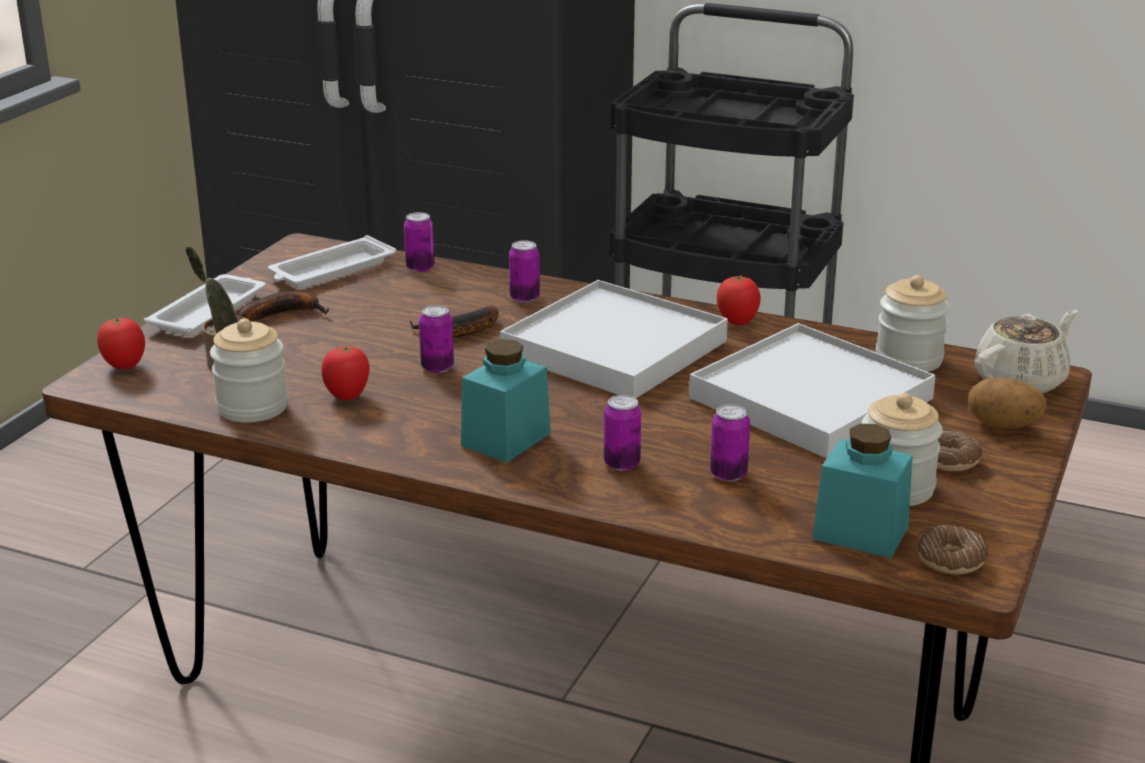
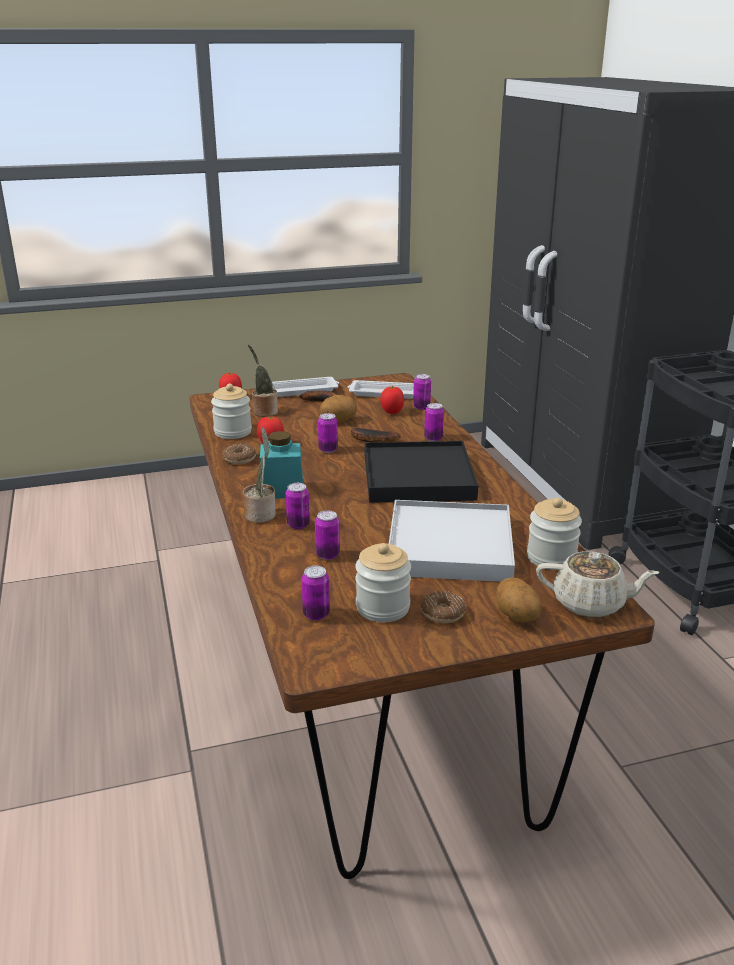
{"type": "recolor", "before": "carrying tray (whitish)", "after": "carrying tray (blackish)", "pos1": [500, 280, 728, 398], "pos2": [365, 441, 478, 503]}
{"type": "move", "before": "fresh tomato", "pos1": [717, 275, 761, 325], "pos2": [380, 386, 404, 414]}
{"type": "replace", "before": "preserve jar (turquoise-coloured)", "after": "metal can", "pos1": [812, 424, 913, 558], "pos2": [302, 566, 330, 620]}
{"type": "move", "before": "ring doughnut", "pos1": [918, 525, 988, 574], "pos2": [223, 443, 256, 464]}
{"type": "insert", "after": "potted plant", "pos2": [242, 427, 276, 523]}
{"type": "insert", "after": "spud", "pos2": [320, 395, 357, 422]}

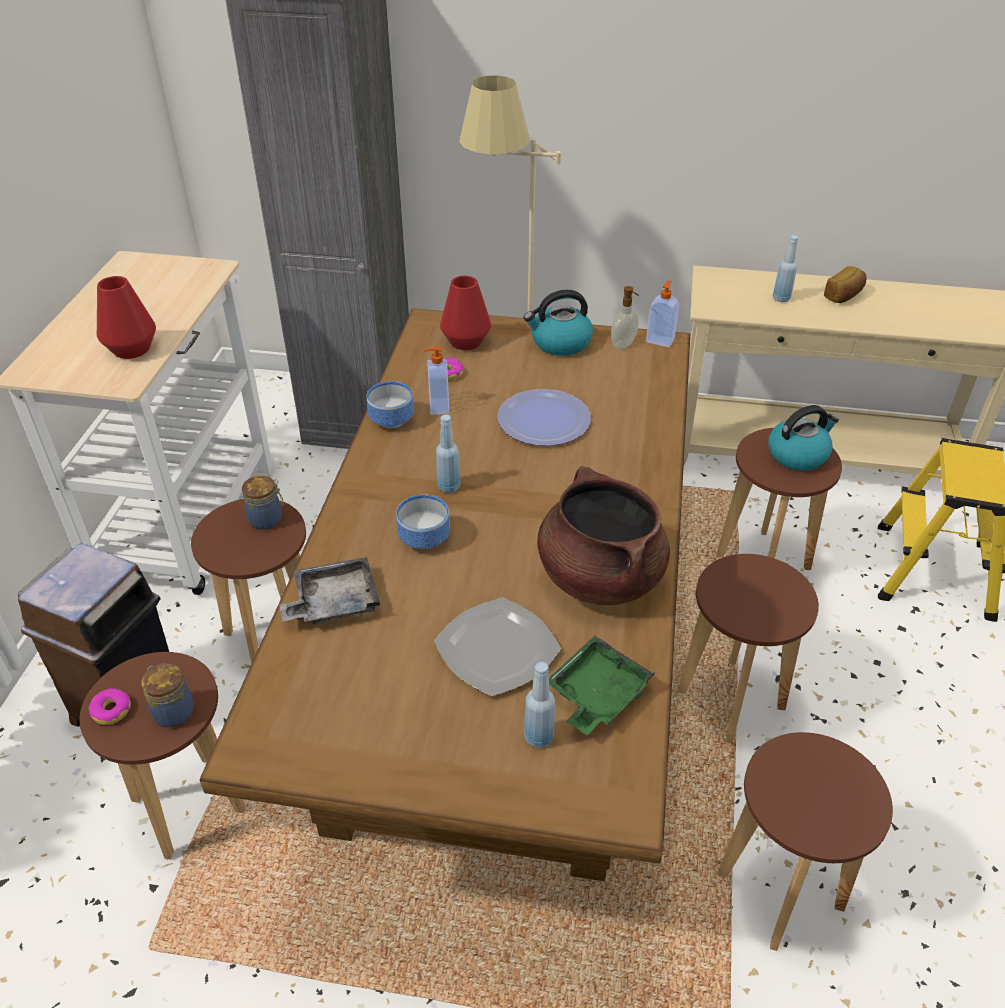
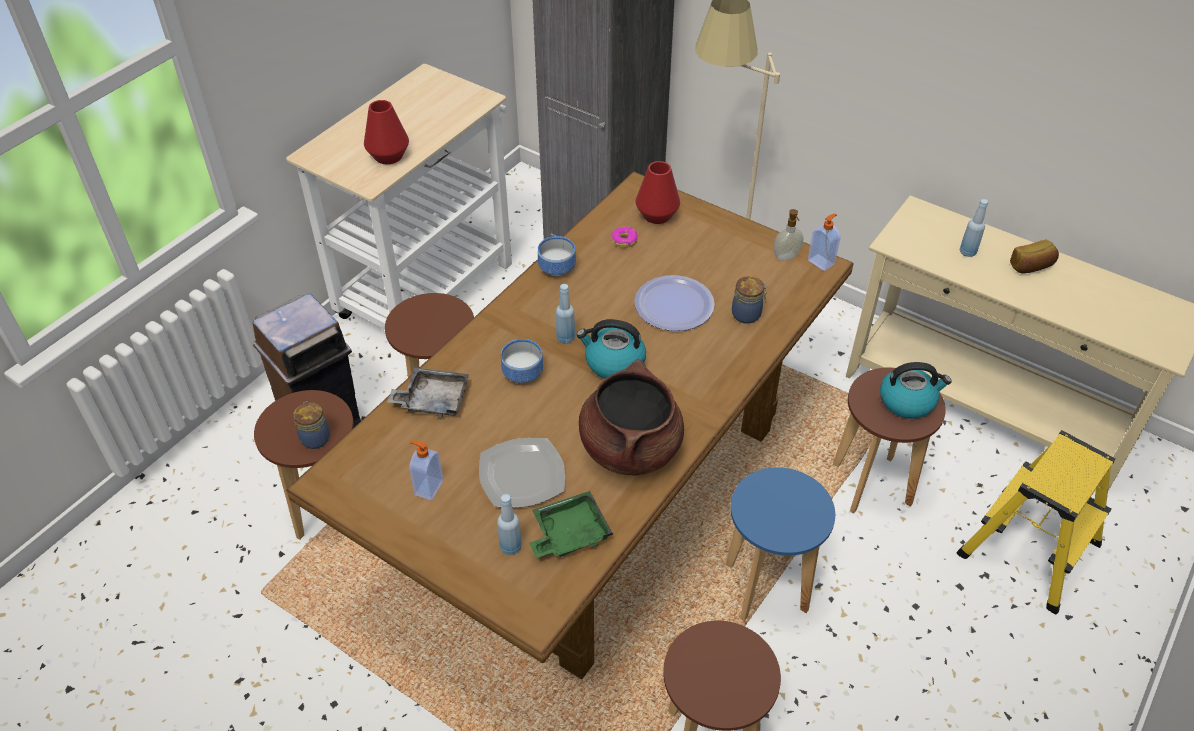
{"type": "delete", "before": "ring doughnut", "pos1": [89, 688, 131, 725]}
{"type": "move", "before": "preserve jar", "pos1": [242, 475, 283, 530], "pos2": [732, 276, 768, 324]}
{"type": "move", "before": "liquid soap bottle", "pos1": [424, 347, 449, 415], "pos2": [409, 441, 444, 501]}
{"type": "move", "before": "tea kettle", "pos1": [524, 290, 593, 356], "pos2": [576, 319, 646, 379]}
{"type": "recolor", "before": "stool seat (brown)", "after": "stool seat (bluish)", "pos1": [678, 554, 819, 744], "pos2": [725, 467, 835, 621]}

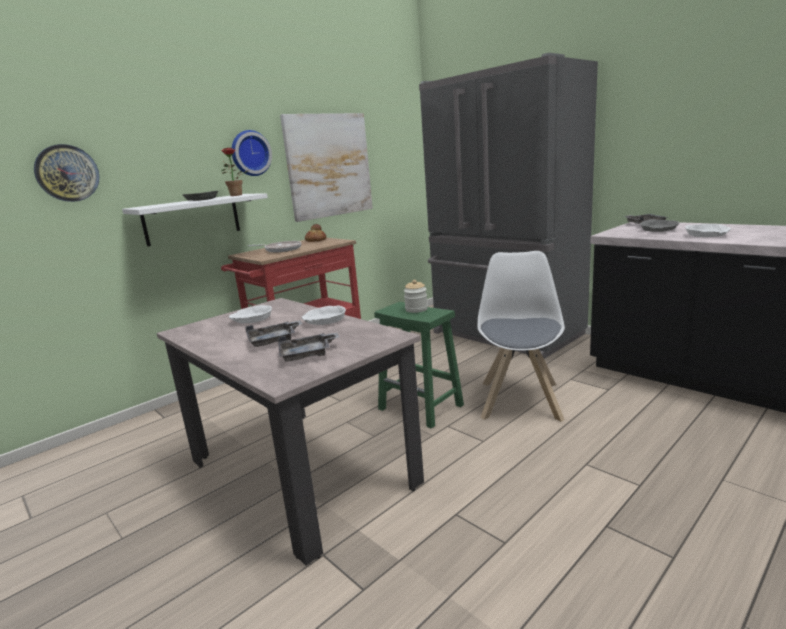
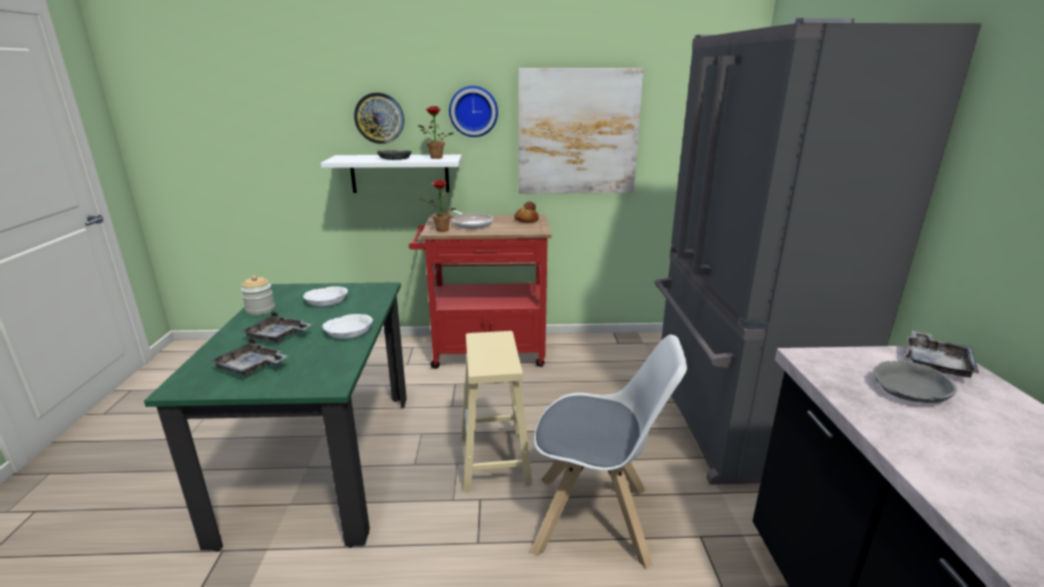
{"type": "move", "before": "hanging clock", "pos1": [34, 144, 100, 202], "pos2": [354, 93, 404, 144]}
{"type": "recolor", "before": "kitchen table (beige-coloured)", "after": "kitchen table (green-coloured)", "pos1": [157, 298, 424, 566], "pos2": [144, 282, 407, 552]}
{"type": "recolor", "before": "stool seat (green-coloured)", "after": "stool seat (beige-coloured)", "pos1": [374, 302, 464, 429], "pos2": [462, 331, 533, 491]}
{"type": "move", "before": "preserve jar", "pos1": [404, 280, 428, 313], "pos2": [241, 275, 275, 315]}
{"type": "rotate", "before": "plain chair", "pos1": [477, 251, 565, 422], "pos2": [530, 335, 687, 569], "turn": 45}
{"type": "delete", "before": "serving bowl (whitish)", "pos1": [685, 224, 731, 237]}
{"type": "insert", "after": "potted plant", "pos2": [421, 180, 456, 232]}

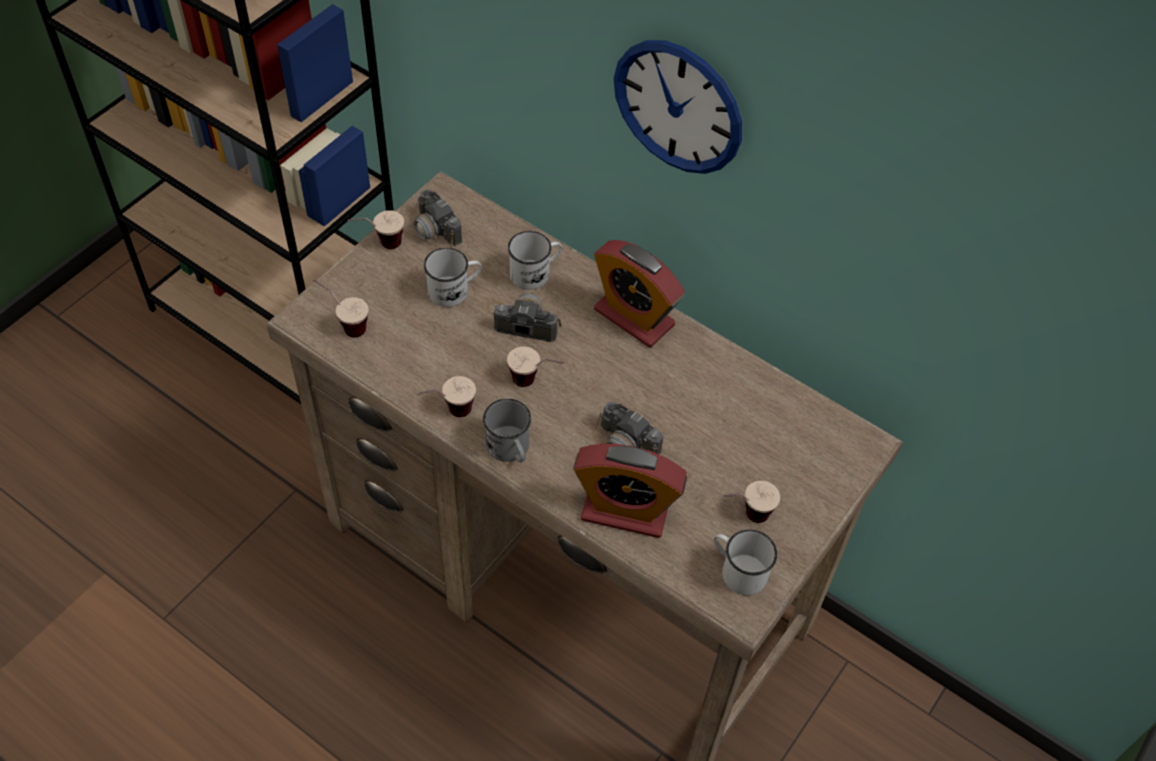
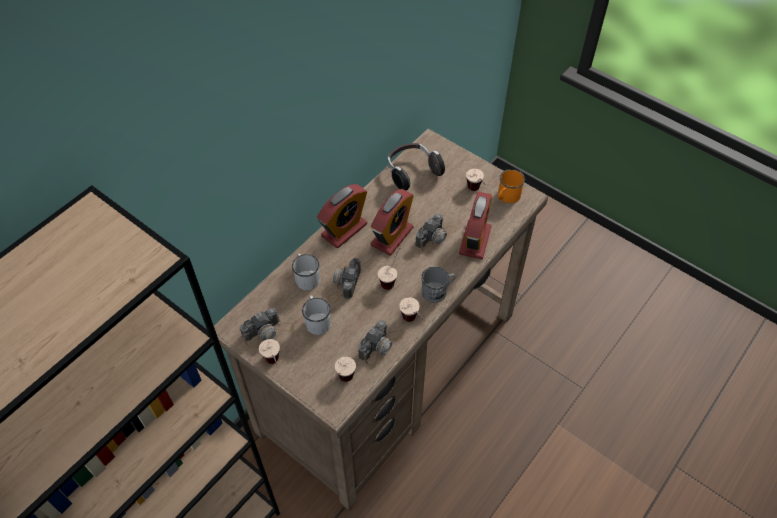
{"type": "delete", "before": "hanging clock", "pos1": [614, 40, 742, 174]}
{"type": "recolor", "before": "tea mug (whitish)", "after": "tea mug (orange)", "pos1": [714, 530, 777, 595], "pos2": [498, 169, 525, 203]}
{"type": "insert", "after": "still camera", "pos2": [358, 320, 404, 366]}
{"type": "insert", "after": "bedside clock", "pos2": [371, 189, 414, 255]}
{"type": "insert", "after": "headset", "pos2": [388, 143, 445, 190]}

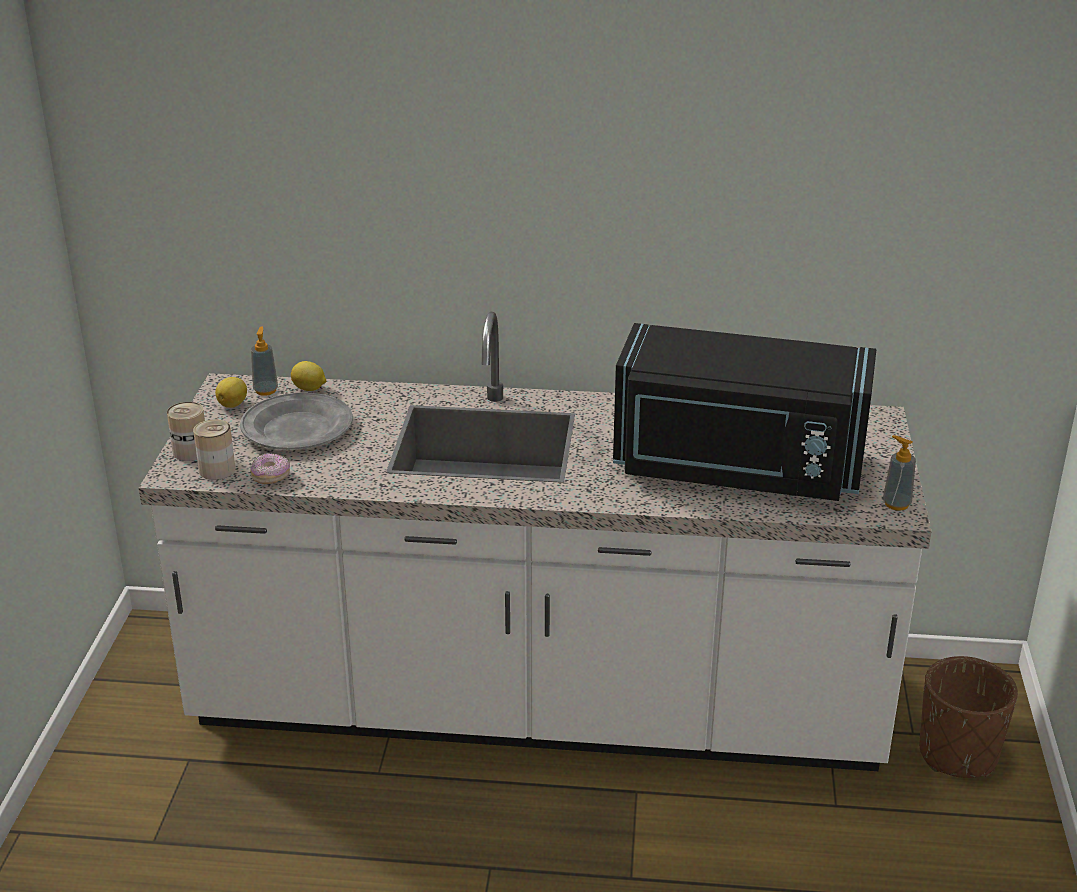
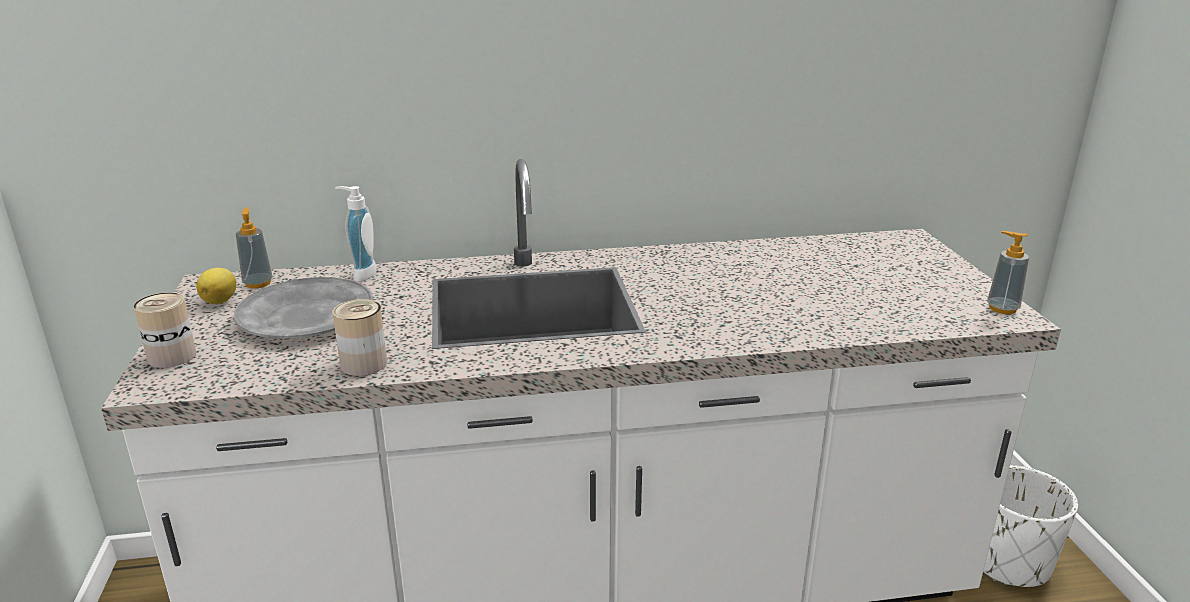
{"type": "move", "before": "metal can", "pos1": [193, 419, 236, 480], "pos2": [333, 299, 387, 376]}
{"type": "delete", "before": "ring doughnut", "pos1": [250, 453, 290, 484]}
{"type": "delete", "before": "lemon", "pos1": [291, 361, 326, 391]}
{"type": "delete", "before": "kitchen microwave (blackish)", "pos1": [613, 323, 876, 501]}
{"type": "recolor", "before": "flower pot (brown)", "after": "flower pot (whitish)", "pos1": [919, 656, 1018, 778], "pos2": [983, 465, 1078, 587]}
{"type": "insert", "after": "liquid soap bottle", "pos2": [335, 186, 376, 282]}

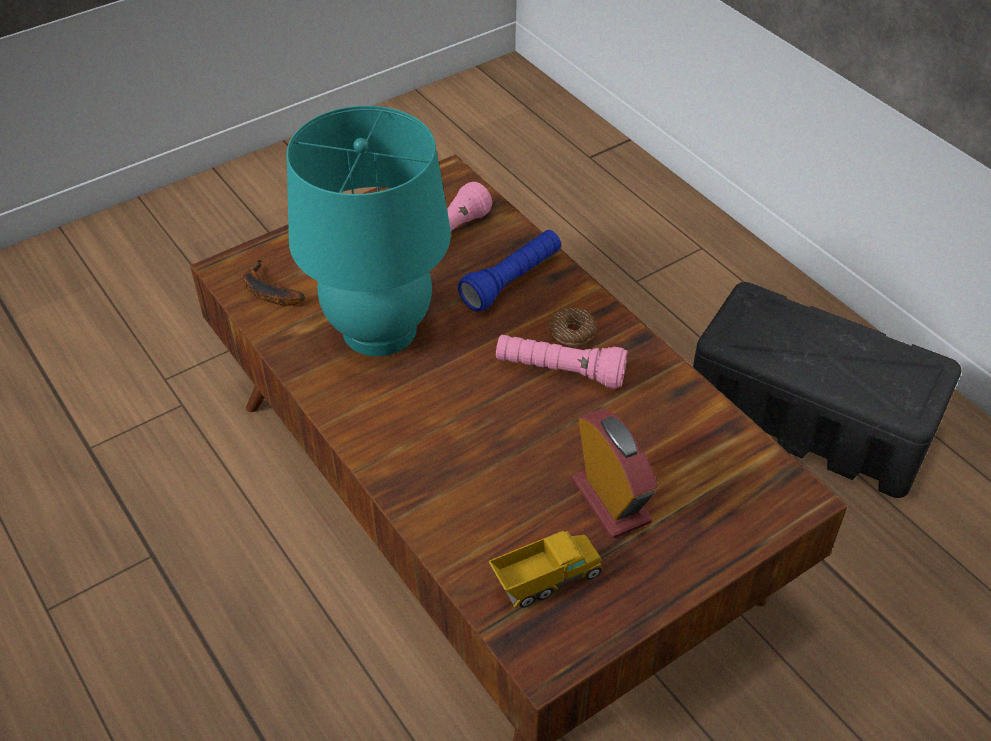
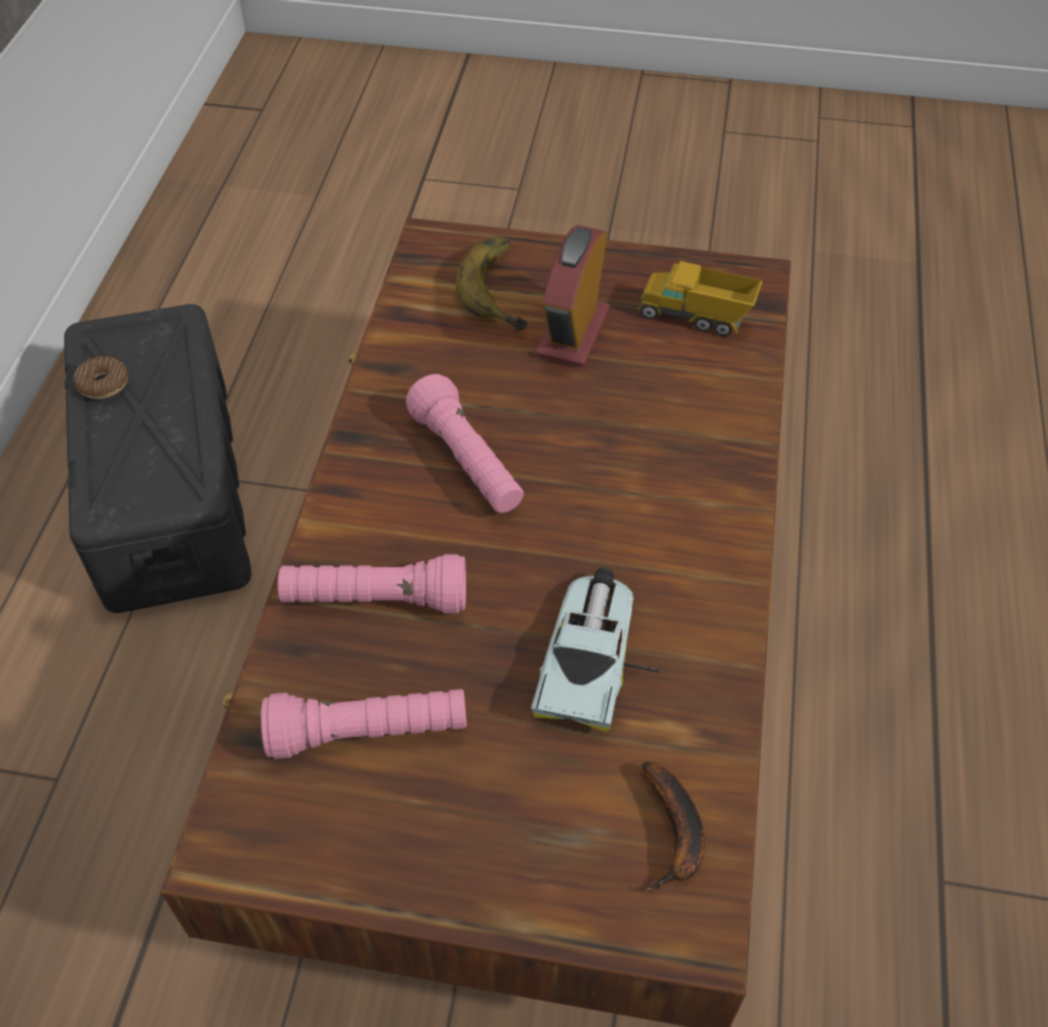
{"type": "replace", "before": "table lamp (turquoise-coloured)", "after": "miniature car", "pos1": [287, 106, 451, 356], "pos2": [531, 567, 659, 732]}
{"type": "recolor", "before": "hand torch (bluish)", "after": "hand torch (pink)", "pos1": [458, 230, 561, 312], "pos2": [277, 554, 466, 614]}
{"type": "move", "before": "ring doughnut", "pos1": [550, 308, 596, 346], "pos2": [73, 356, 128, 399]}
{"type": "insert", "after": "whole banana", "pos2": [456, 237, 528, 331]}

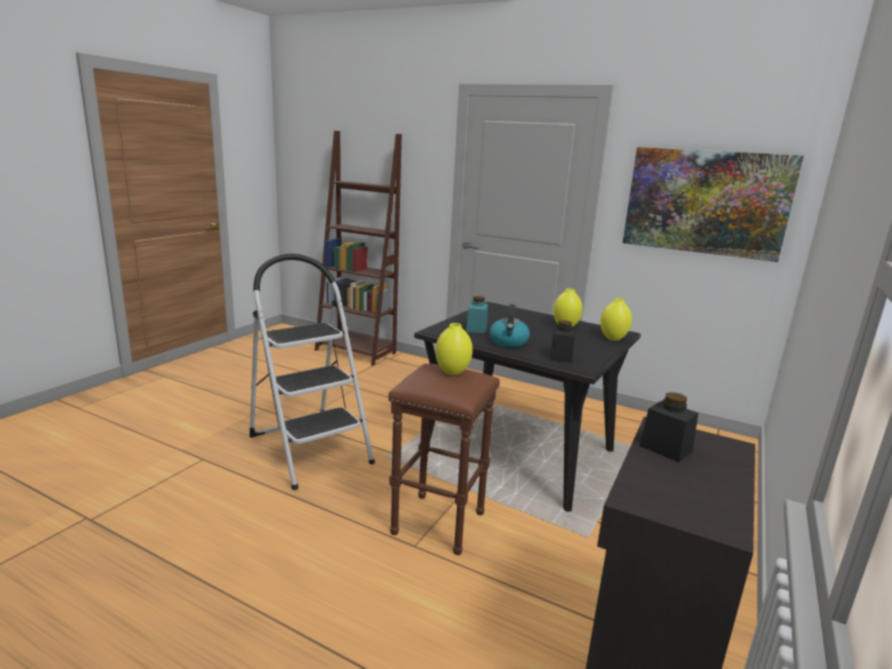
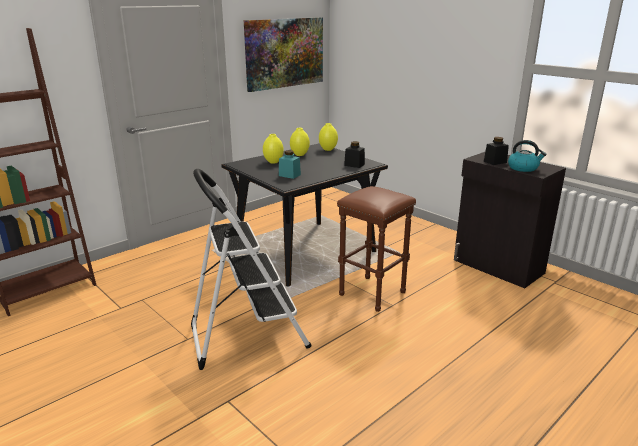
{"type": "move", "before": "decorative vase (yellow)", "pos1": [435, 323, 473, 375], "pos2": [263, 134, 284, 164]}
{"type": "move", "before": "tea kettle", "pos1": [489, 304, 530, 347], "pos2": [508, 140, 547, 172]}

